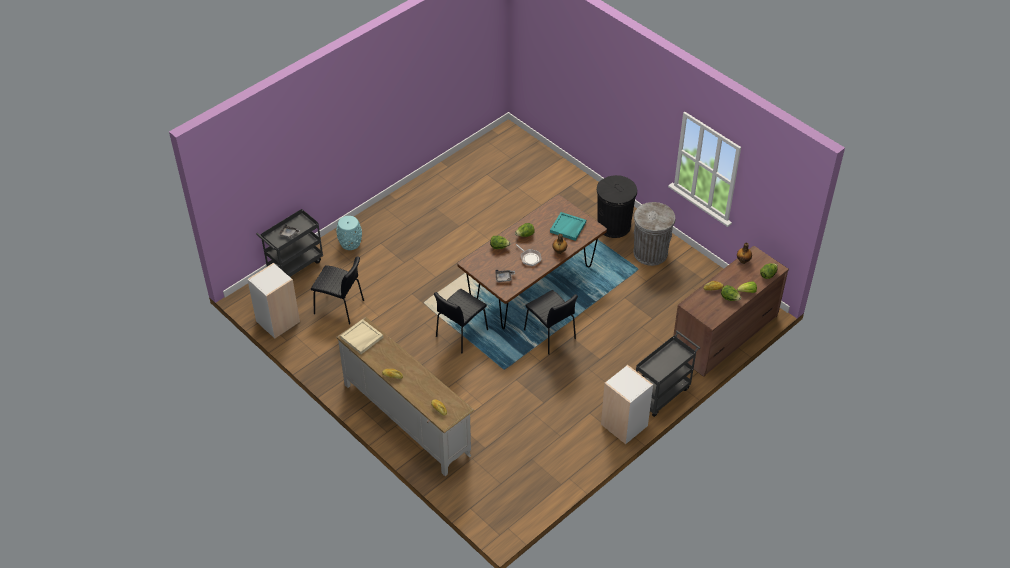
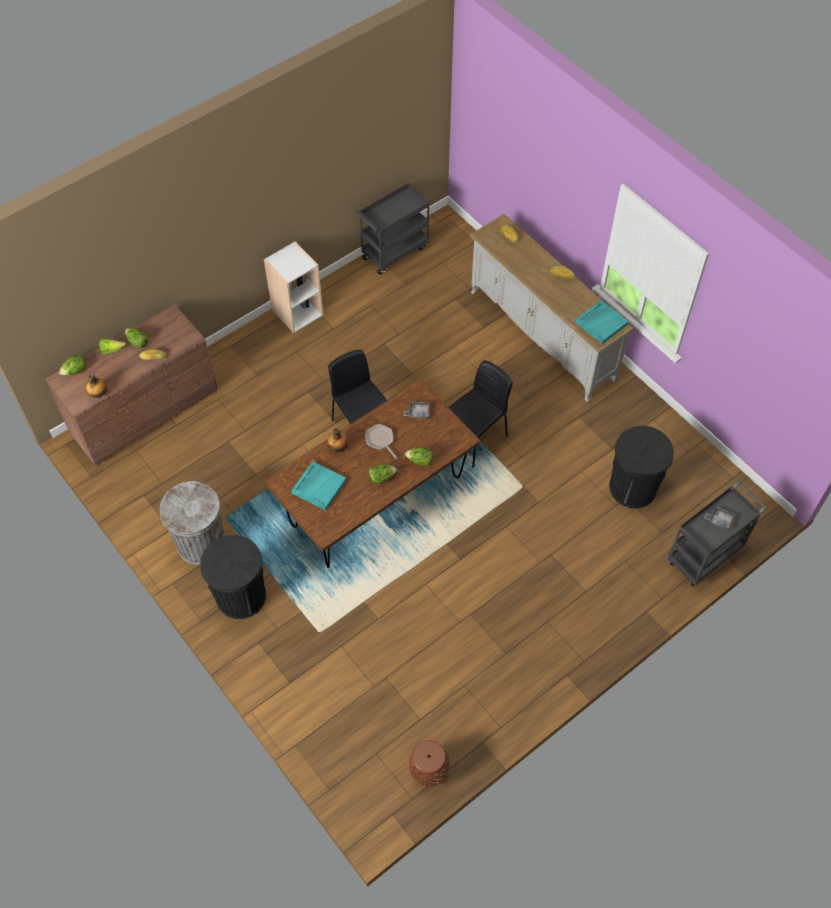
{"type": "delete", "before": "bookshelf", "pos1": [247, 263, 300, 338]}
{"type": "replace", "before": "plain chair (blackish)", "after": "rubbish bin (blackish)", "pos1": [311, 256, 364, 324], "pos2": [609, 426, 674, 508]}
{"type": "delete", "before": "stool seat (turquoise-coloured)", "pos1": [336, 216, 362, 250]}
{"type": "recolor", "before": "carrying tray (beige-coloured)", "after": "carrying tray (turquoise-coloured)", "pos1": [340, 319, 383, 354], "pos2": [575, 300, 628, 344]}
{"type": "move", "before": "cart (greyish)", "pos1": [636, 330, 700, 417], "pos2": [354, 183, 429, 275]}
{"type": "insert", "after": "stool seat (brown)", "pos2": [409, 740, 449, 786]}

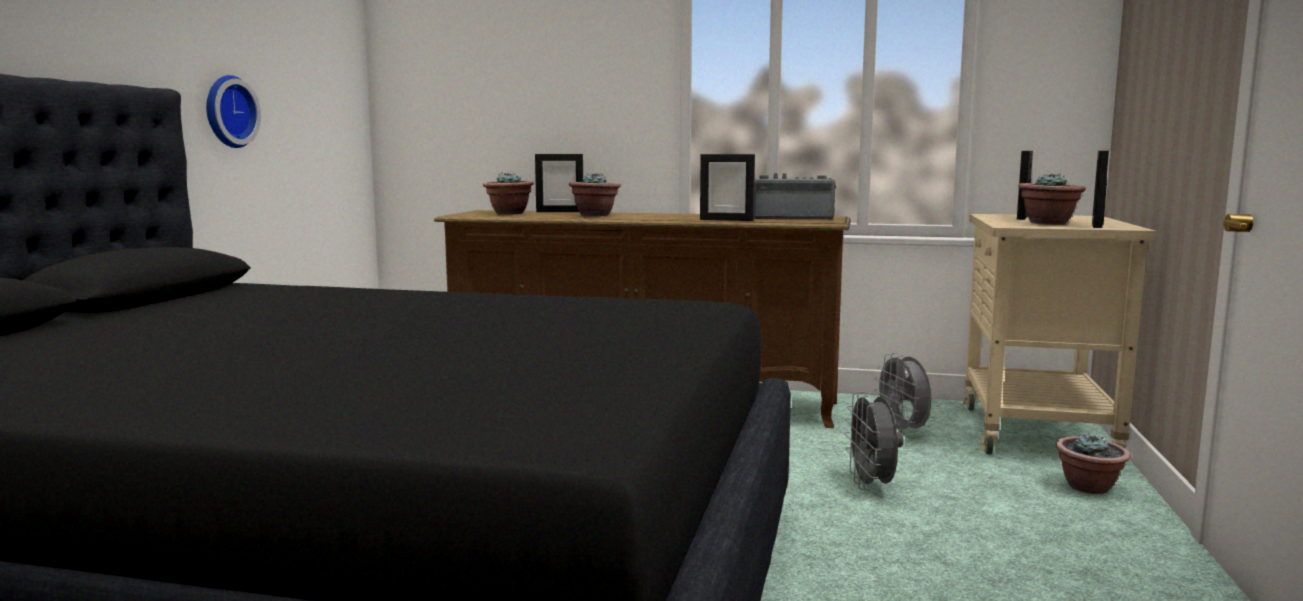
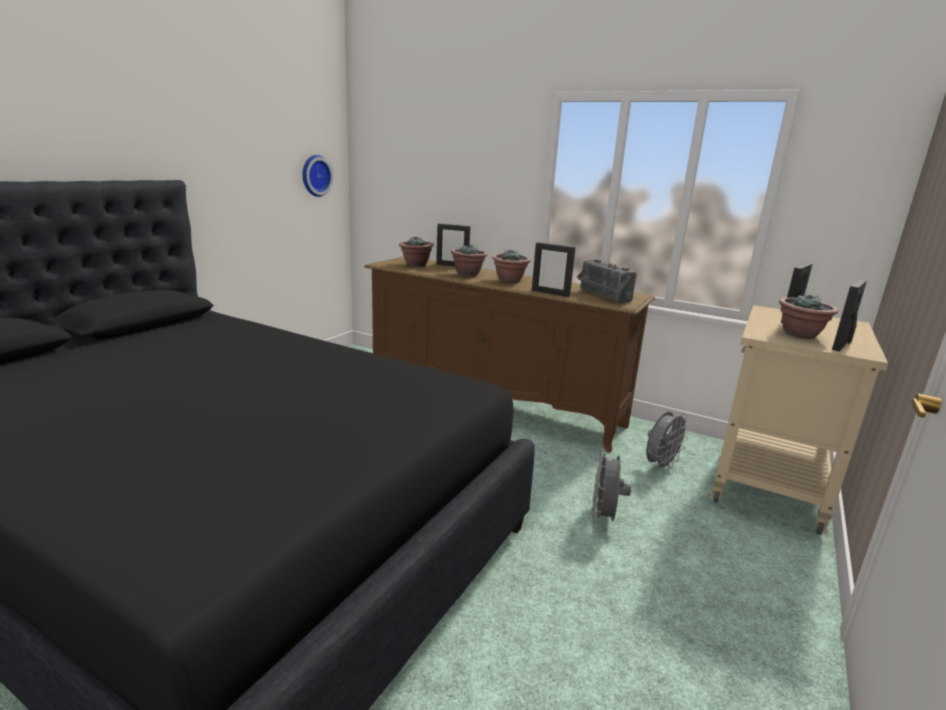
{"type": "move", "before": "hanging clock", "pos1": [206, 75, 261, 148], "pos2": [302, 155, 333, 197]}
{"type": "rotate", "before": "radio set", "pos1": [754, 173, 836, 220], "pos2": [577, 259, 636, 303], "turn": -135}
{"type": "rotate", "before": "cooling fan (greyish)", "pos1": [873, 352, 931, 434], "pos2": [646, 412, 690, 472], "turn": -135}
{"type": "move", "before": "potted plant", "pos1": [1055, 433, 1131, 494], "pos2": [492, 250, 531, 283]}

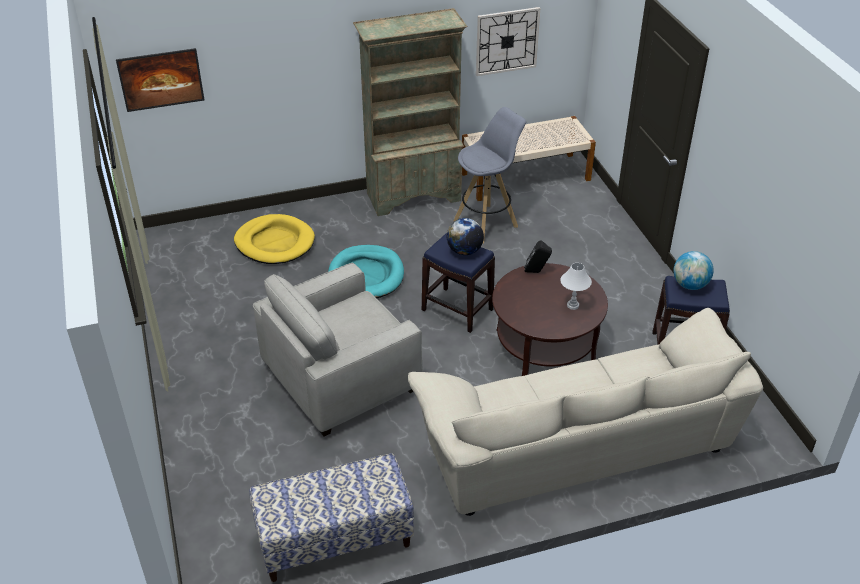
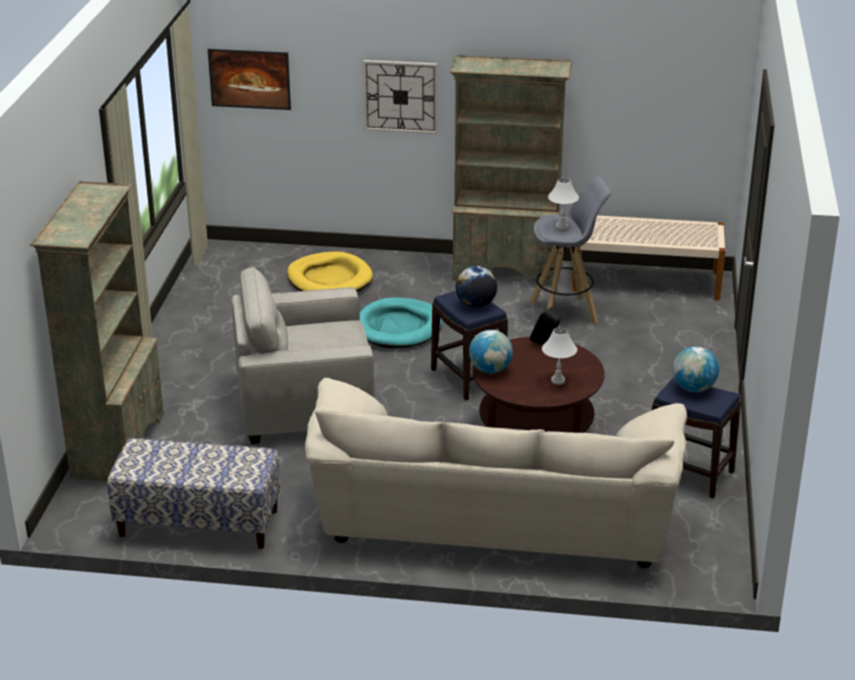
{"type": "move", "before": "hanging clock", "pos1": [476, 7, 540, 76], "pos2": [363, 60, 438, 134]}
{"type": "insert", "after": "bookshelf (green-coloured)", "pos2": [30, 181, 164, 481]}
{"type": "insert", "after": "desk globe", "pos2": [469, 330, 513, 373]}
{"type": "insert", "after": "table lamp (whitish)", "pos2": [548, 178, 579, 230]}

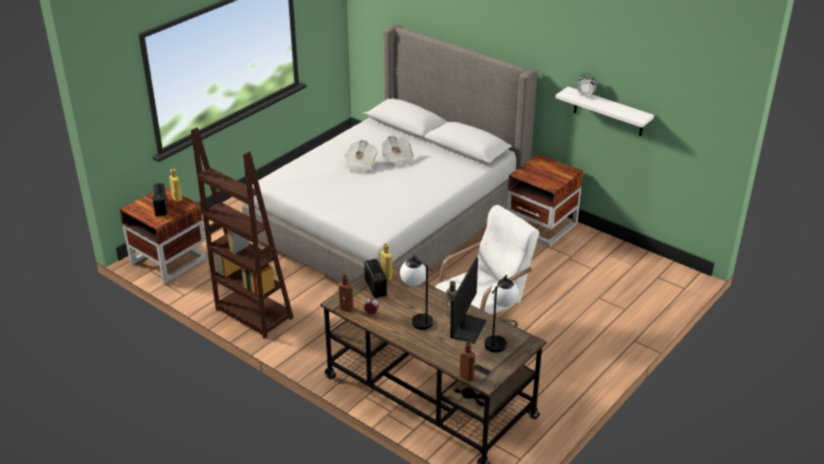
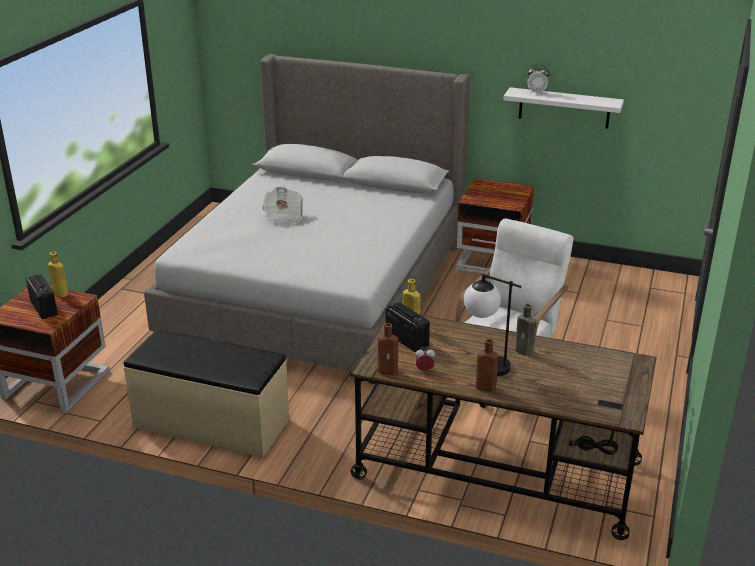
{"type": "replace", "before": "bookshelf (brown)", "after": "long seat (beige-coloured)", "pos1": [191, 127, 294, 339], "pos2": [124, 329, 289, 457]}
{"type": "delete", "before": "daily paper", "pos1": [382, 136, 414, 169]}
{"type": "delete", "before": "computer screen", "pos1": [450, 257, 487, 344]}
{"type": "move", "before": "bottle (brown)", "pos1": [460, 342, 475, 381], "pos2": [476, 339, 498, 392]}
{"type": "delete", "before": "table lamp", "pos1": [485, 275, 519, 353]}

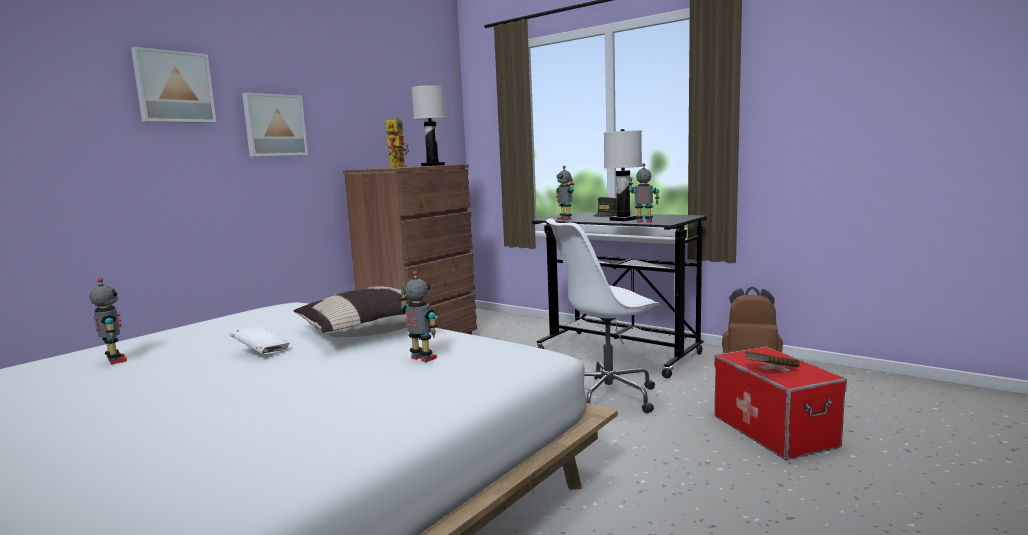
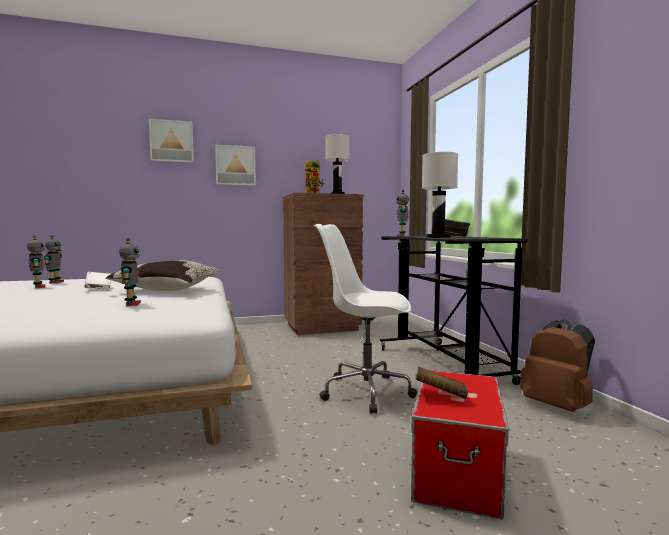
{"type": "move", "before": "model robot", "pos1": [628, 163, 660, 223], "pos2": [27, 235, 45, 288]}

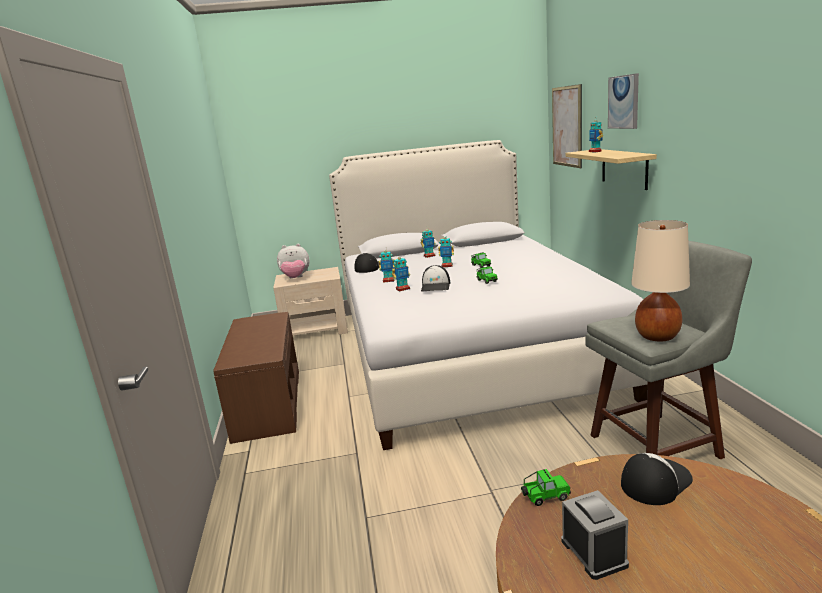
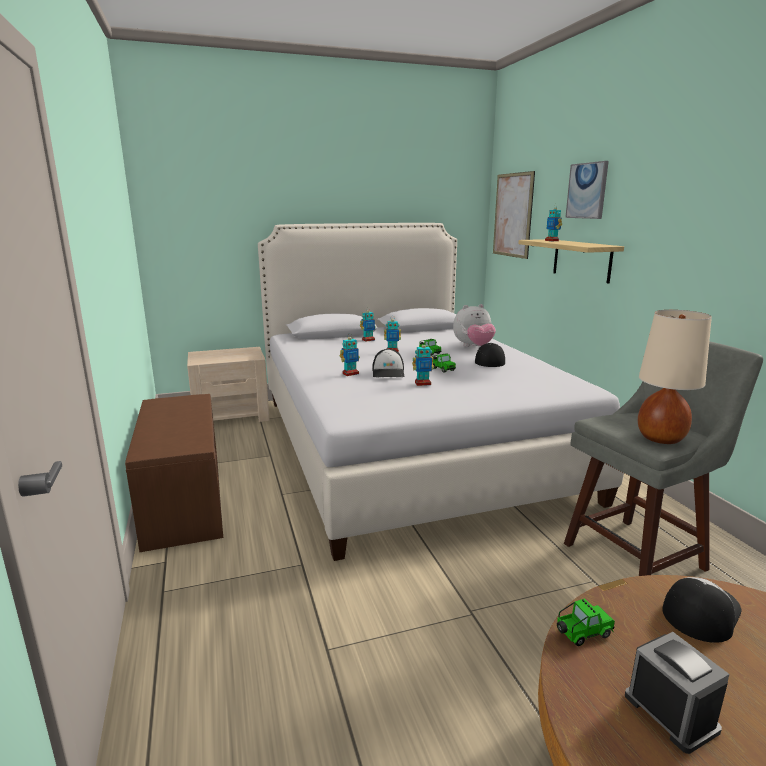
{"type": "move", "before": "soft toy", "pos1": [277, 244, 310, 278], "pos2": [453, 304, 496, 347]}
{"type": "move", "before": "cap", "pos1": [354, 253, 379, 273], "pos2": [475, 343, 505, 367]}
{"type": "move", "before": "model robot", "pos1": [379, 248, 395, 283], "pos2": [412, 345, 434, 386]}

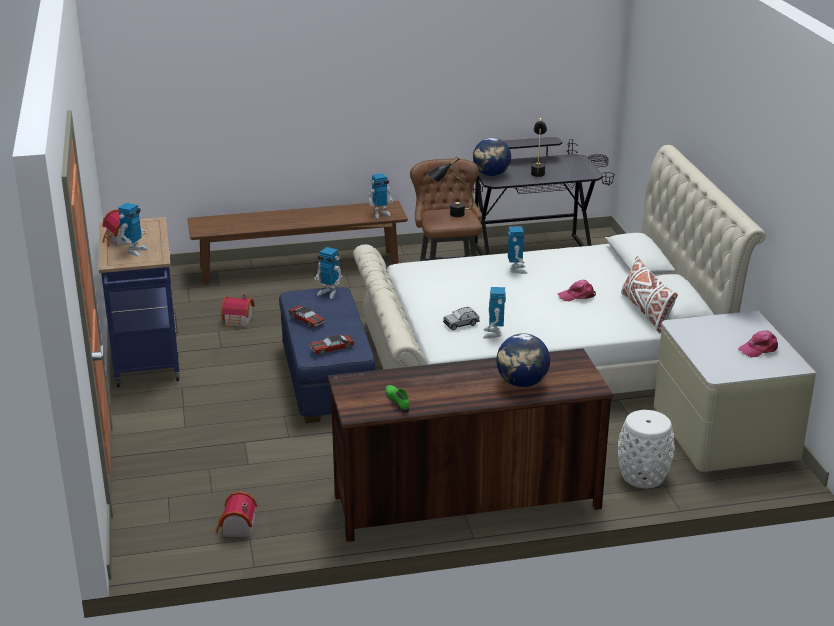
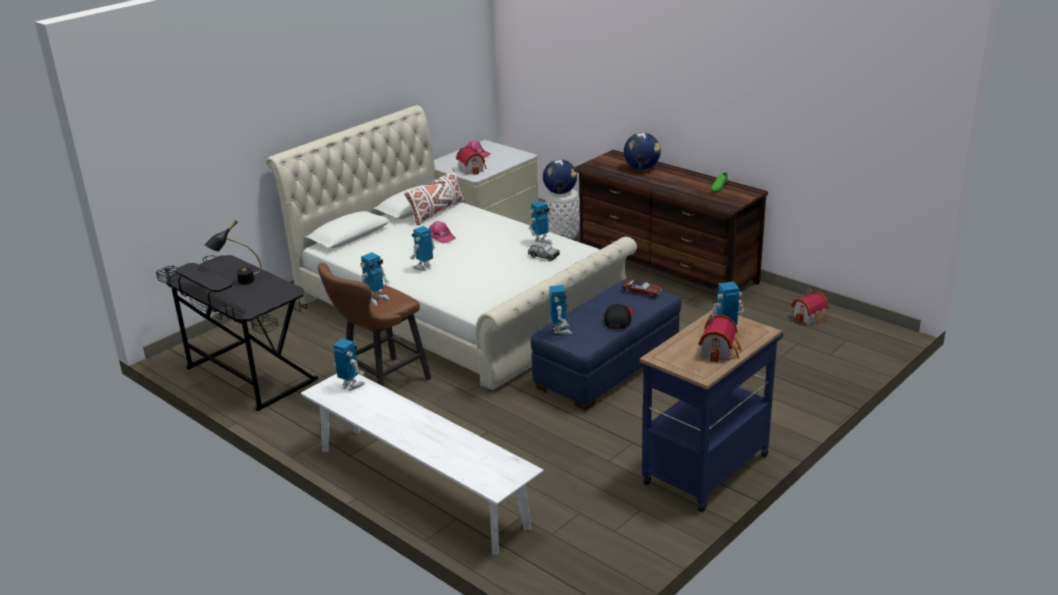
{"type": "recolor", "before": "long seat (brown)", "after": "long seat (whitish)", "pos1": [187, 201, 408, 285], "pos2": [301, 374, 544, 555]}
{"type": "move", "before": "model house", "pos1": [221, 293, 255, 329], "pos2": [456, 146, 487, 175]}
{"type": "replace", "before": "miniature car", "after": "cap", "pos1": [289, 305, 325, 328], "pos2": [604, 304, 634, 329]}
{"type": "replace", "before": "table lamp (blackish)", "after": "model robot", "pos1": [427, 156, 473, 217], "pos2": [361, 252, 390, 306]}
{"type": "move", "before": "desk globe", "pos1": [473, 138, 511, 176], "pos2": [543, 159, 577, 194]}

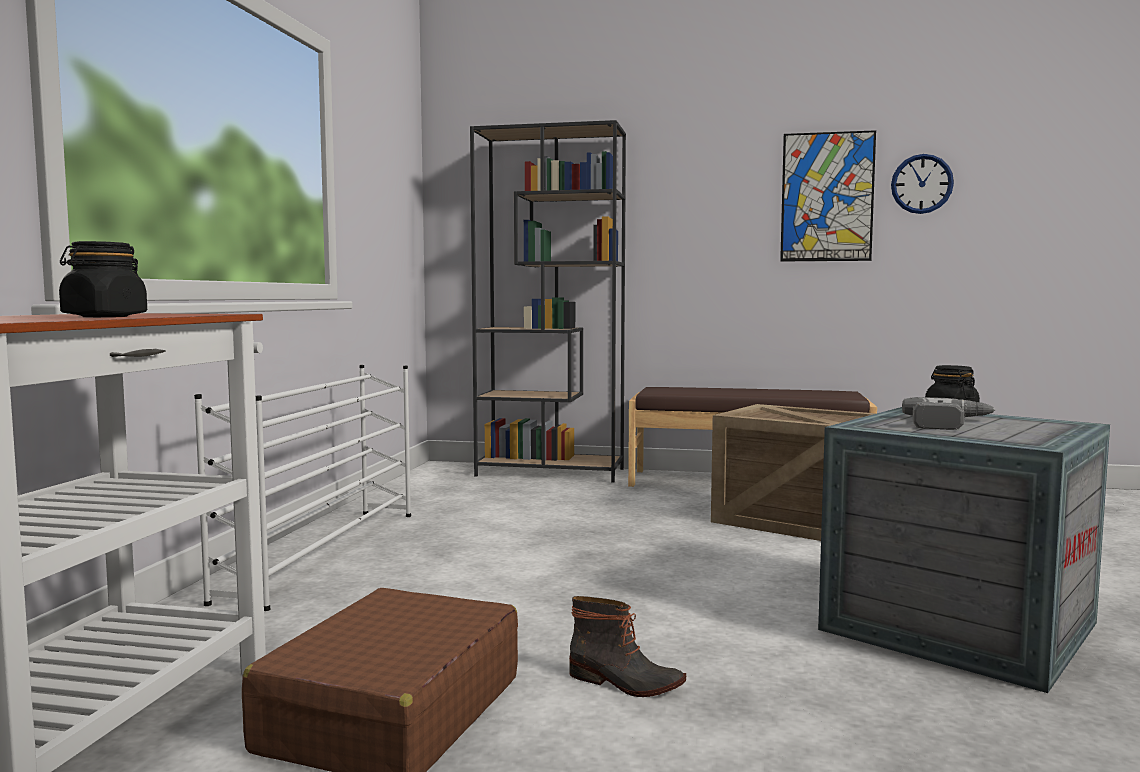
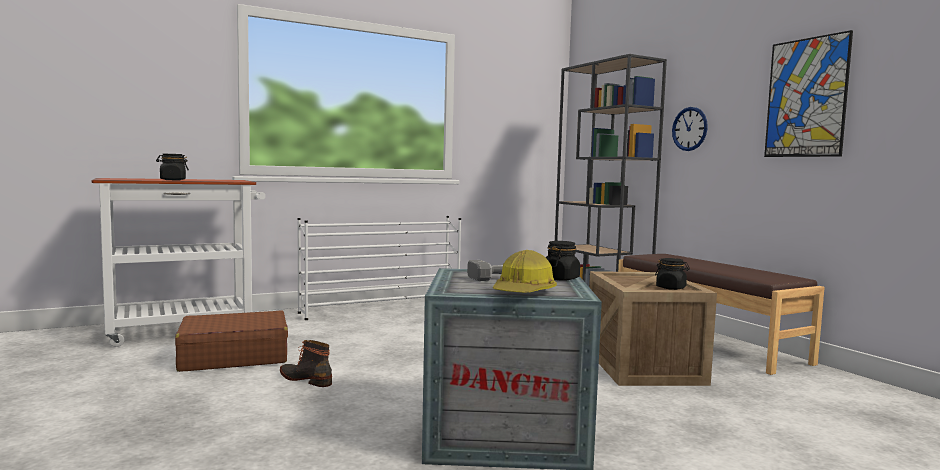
{"type": "rotate", "before": "boot", "pos1": [569, 596, 686, 697], "pos2": [280, 340, 332, 387], "turn": 135}
{"type": "move", "before": "hanging clock", "pos1": [891, 154, 954, 214], "pos2": [672, 107, 708, 151]}
{"type": "insert", "after": "work helmet", "pos2": [493, 250, 557, 293]}
{"type": "insert", "after": "preserve jar (blackish)", "pos2": [655, 258, 690, 290]}

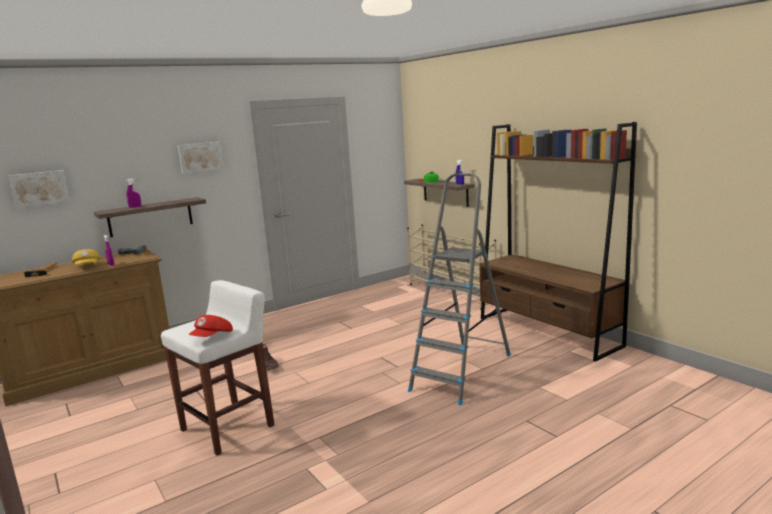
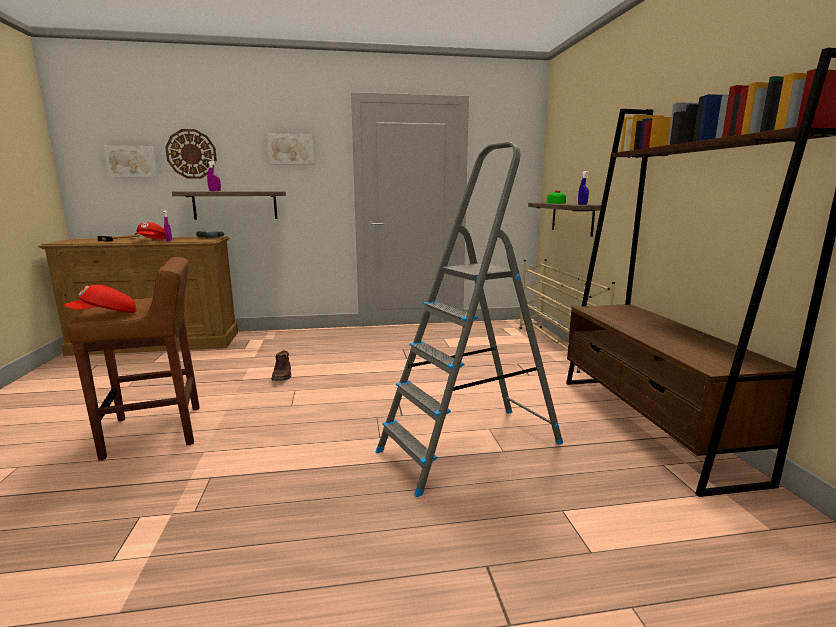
{"type": "recolor", "before": "cap (yellow)", "after": "cap (red)", "pos1": [72, 249, 101, 265], "pos2": [134, 222, 165, 239]}
{"type": "recolor", "before": "stool seat (whitish)", "after": "stool seat (brown)", "pos1": [161, 280, 275, 455], "pos2": [67, 257, 200, 460]}
{"type": "insert", "after": "hanging clock", "pos2": [165, 129, 217, 179]}

